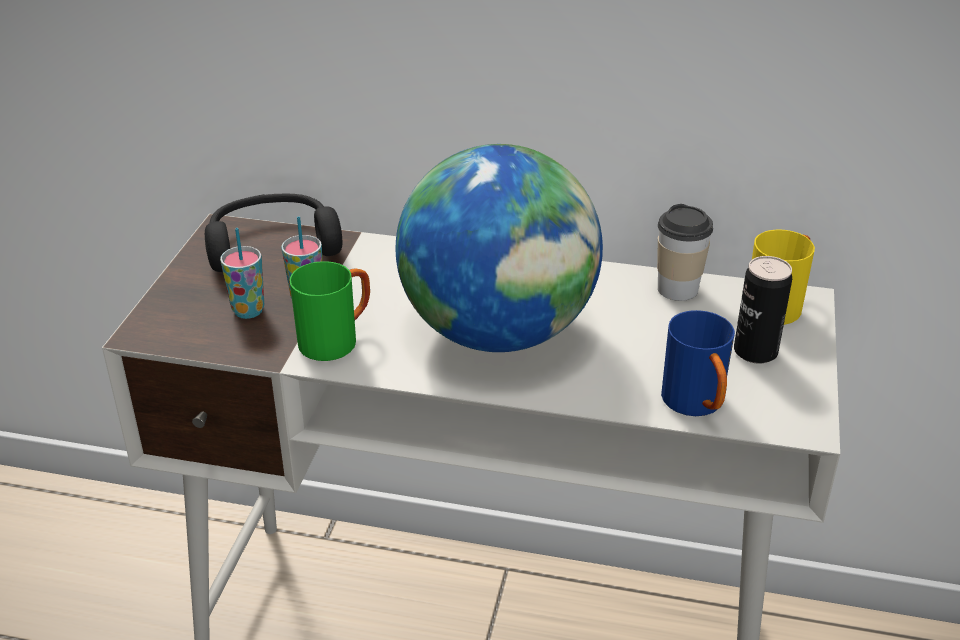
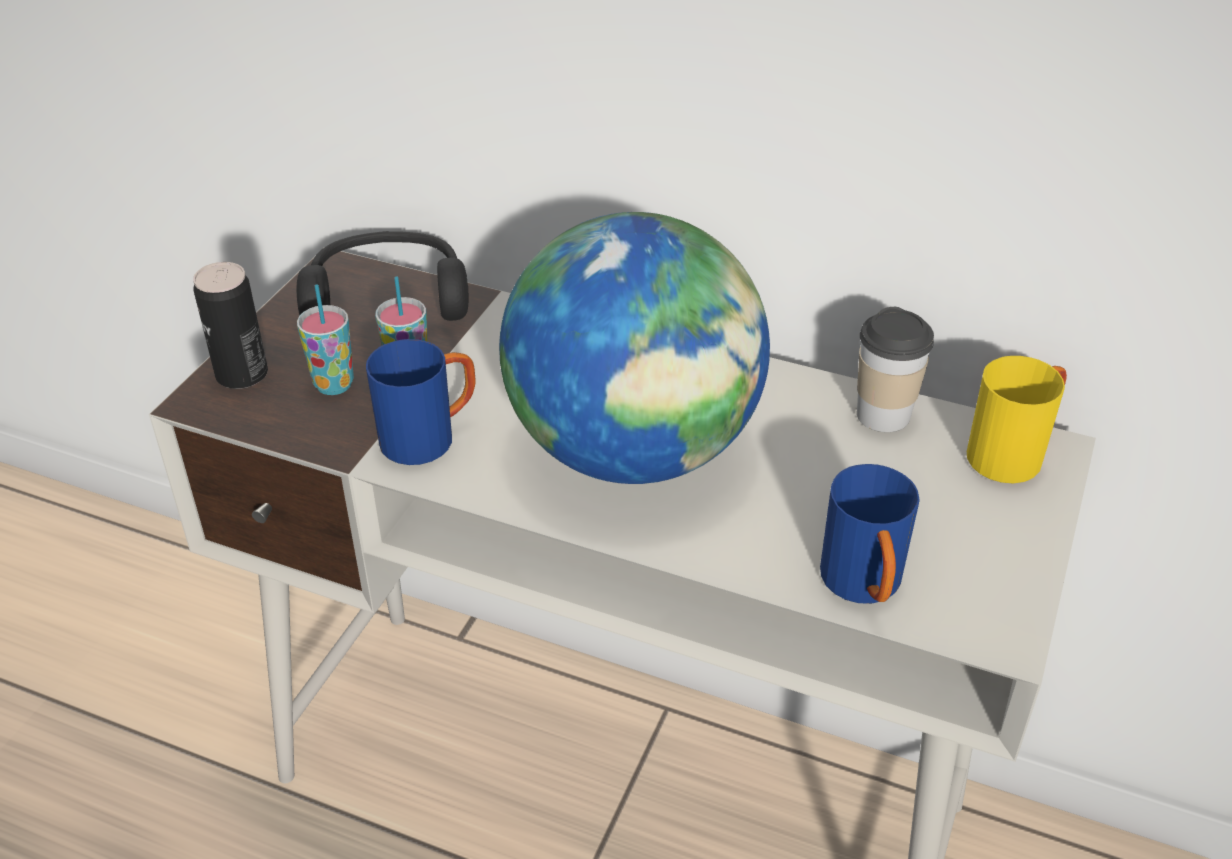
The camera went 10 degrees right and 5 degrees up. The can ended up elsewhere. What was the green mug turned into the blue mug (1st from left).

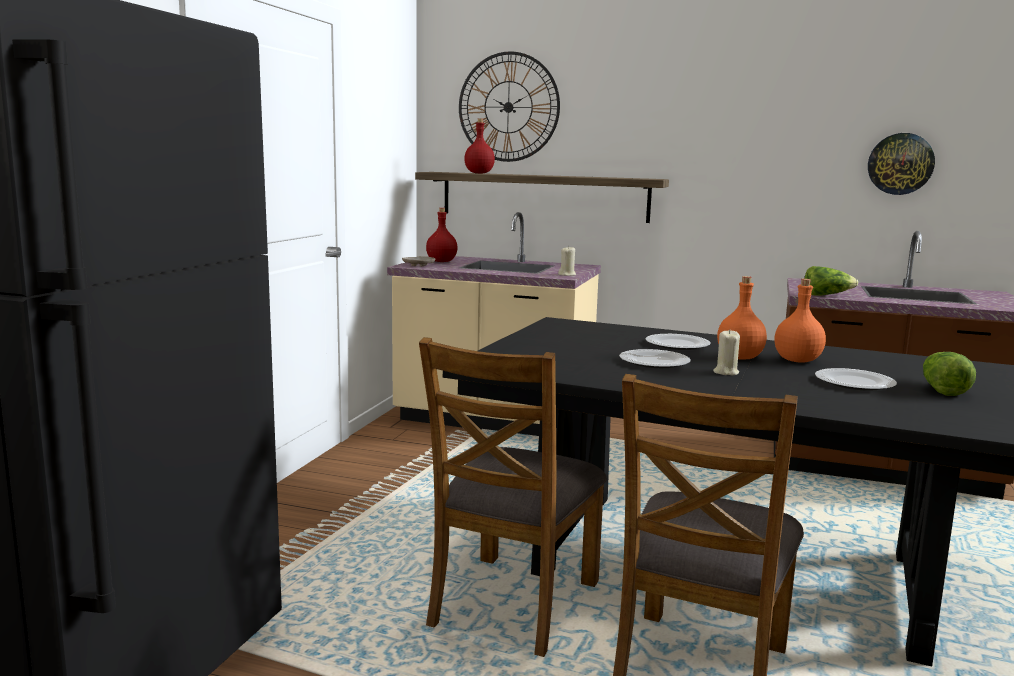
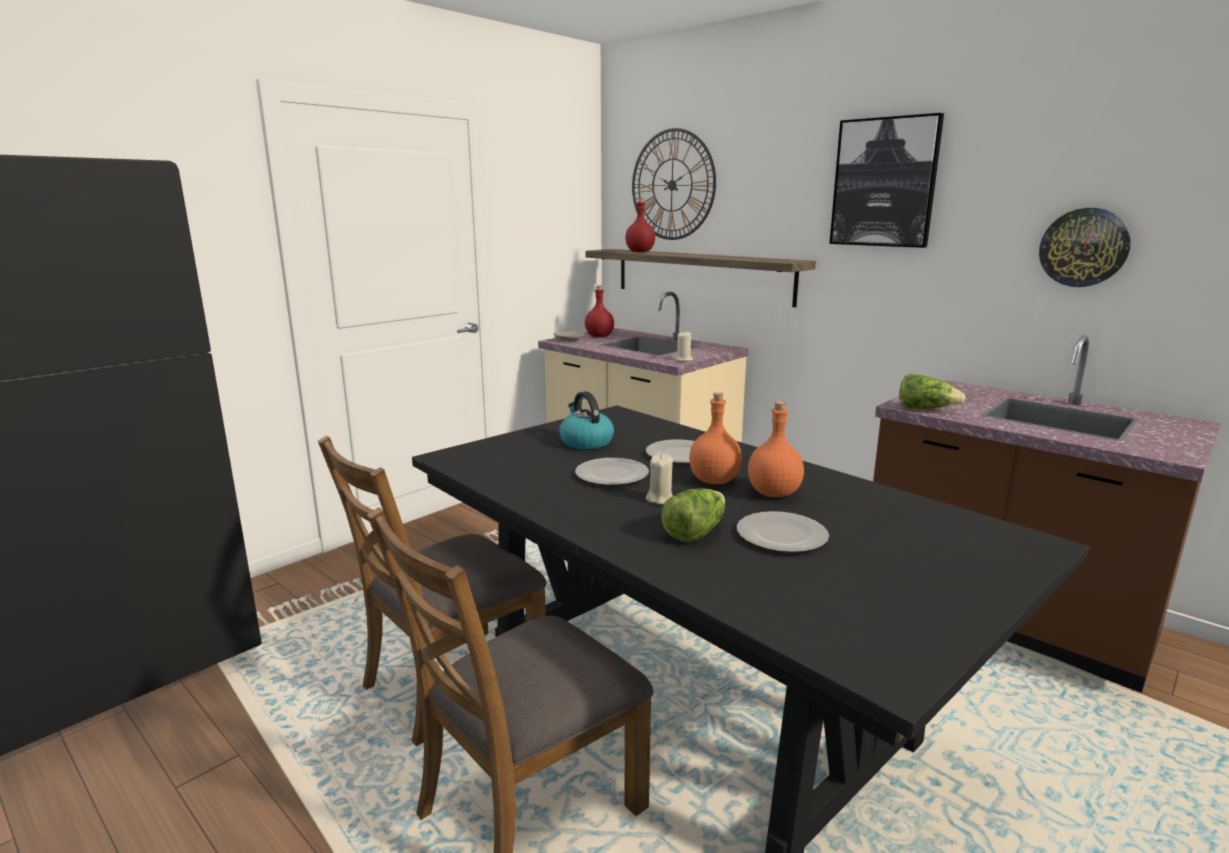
The camera went 25 degrees right and 5 degrees up. The lettuce (2nd from left in the first image) ended up elsewhere. The second view gained the picture. The second view gained the kettle.

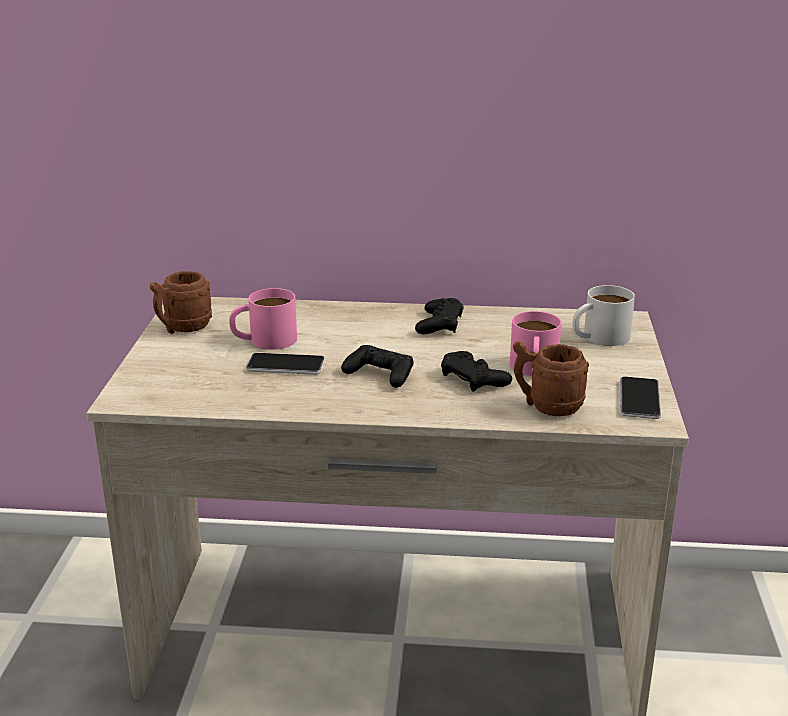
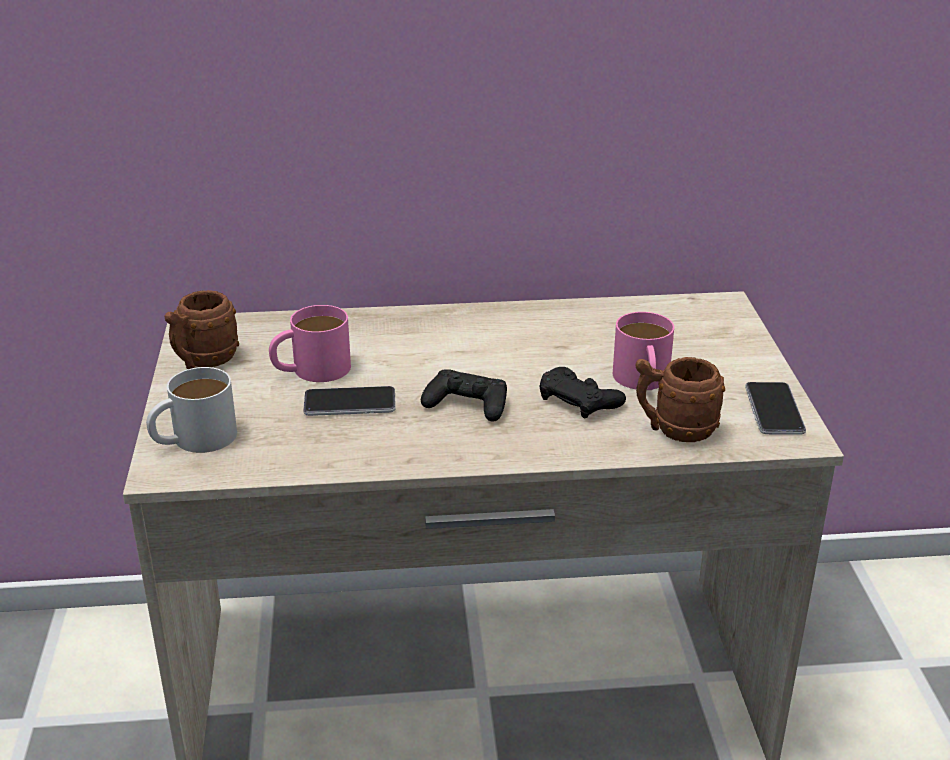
The camera went 10 degrees left and 5 degrees up. The white mug ended up elsewhere. The second view lost the black game controller (2nd from left).

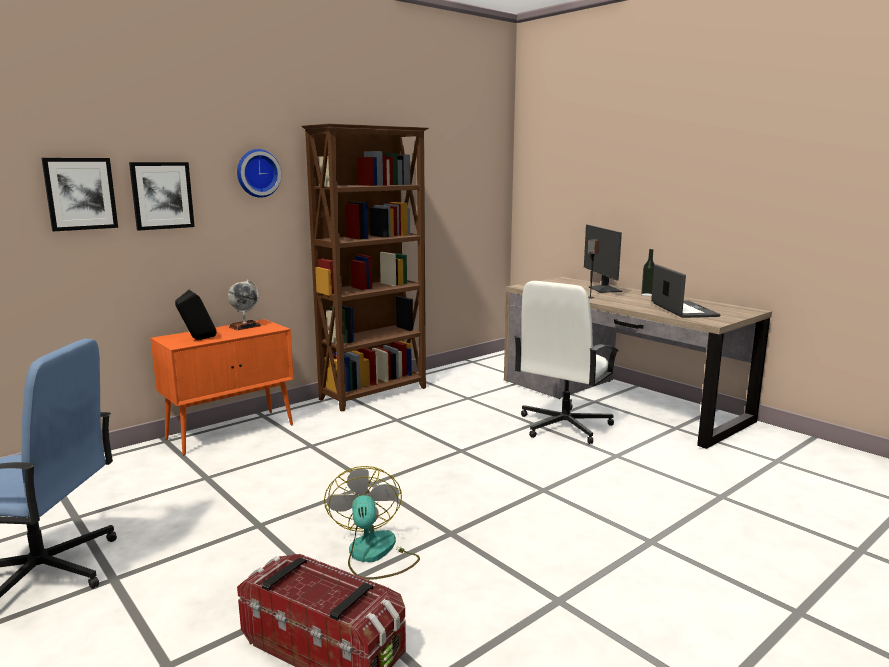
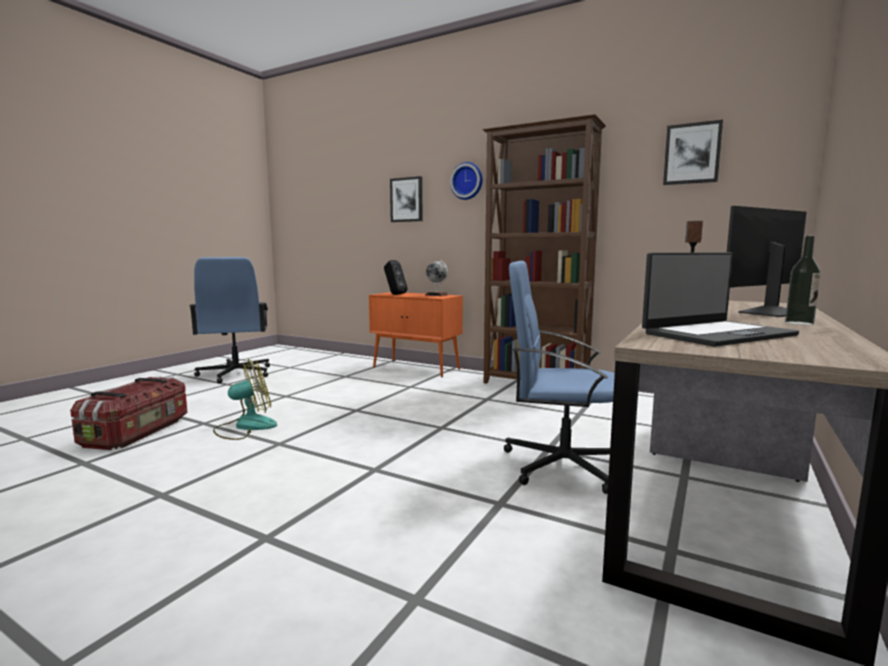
The camera went 70 degrees right and 5 degrees down. The picture (1st from left in the first image) ended up elsewhere. What was the white office chair turned into the blue office chair (2nd from left).

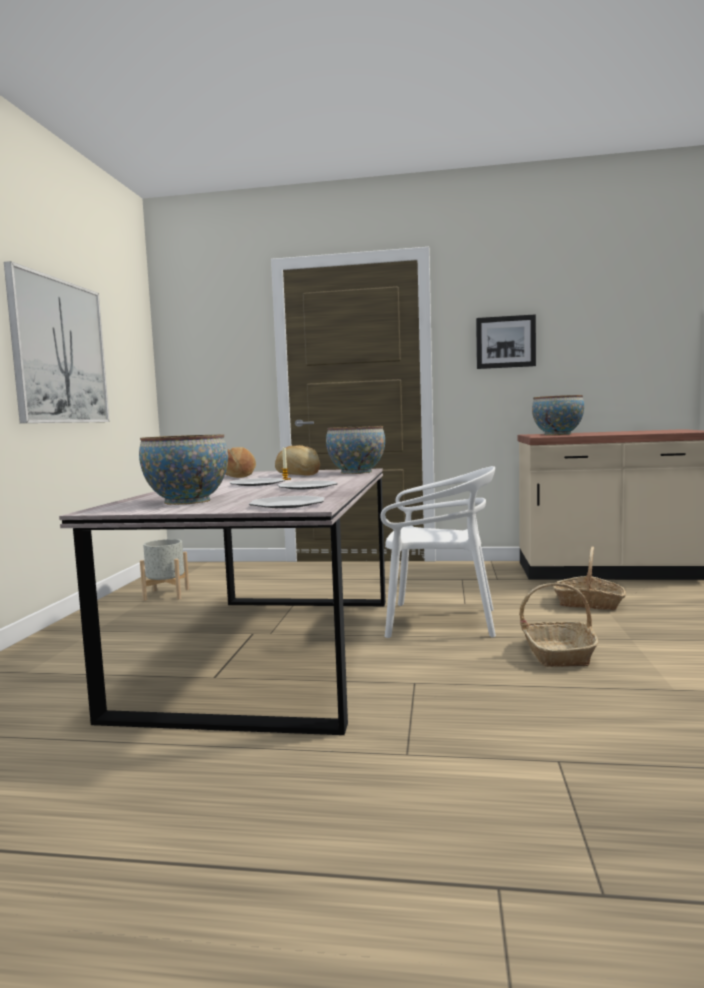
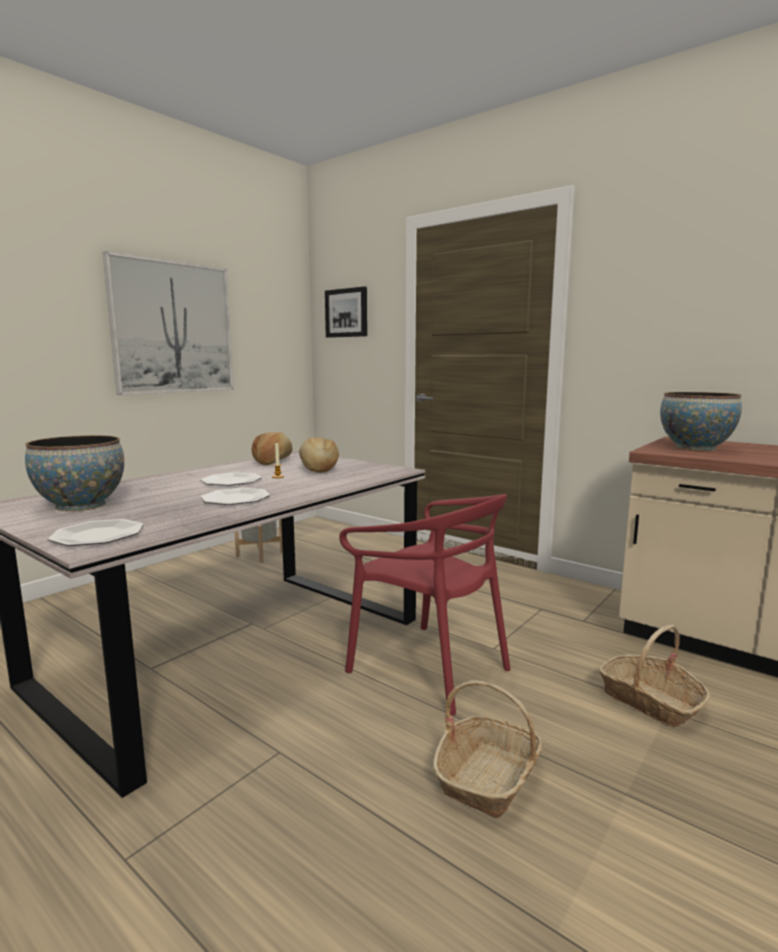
The camera went 30 degrees right and 5 degrees up. The picture (2nd from left) ended up elsewhere. The second view lost the bowl (2nd from left). What was the white chair turned into the red chair.

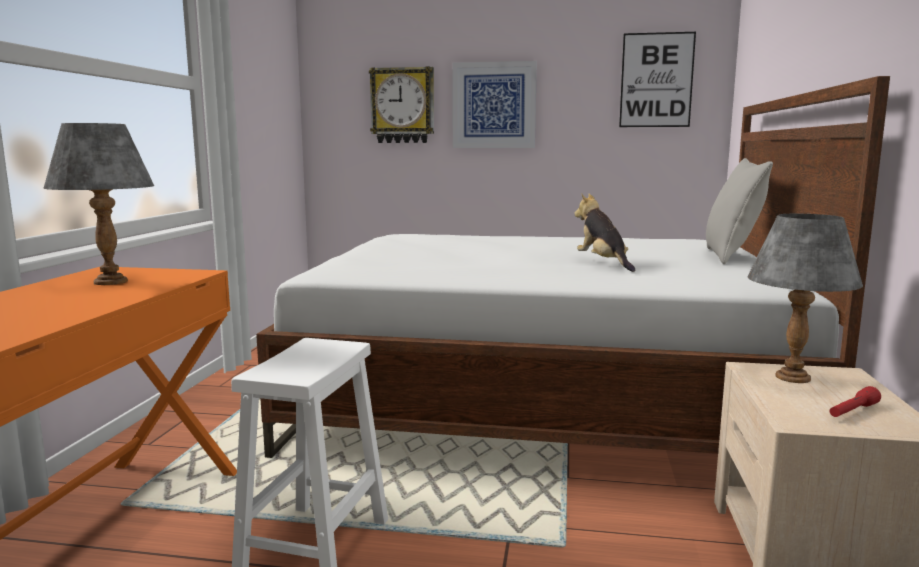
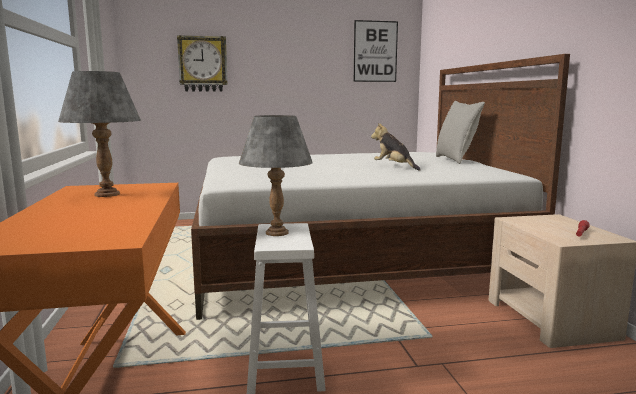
The camera went 20 degrees left and 0 degrees up. The second view lost the picture (1st from left). The grey table lamp (2nd from left) ended up elsewhere.

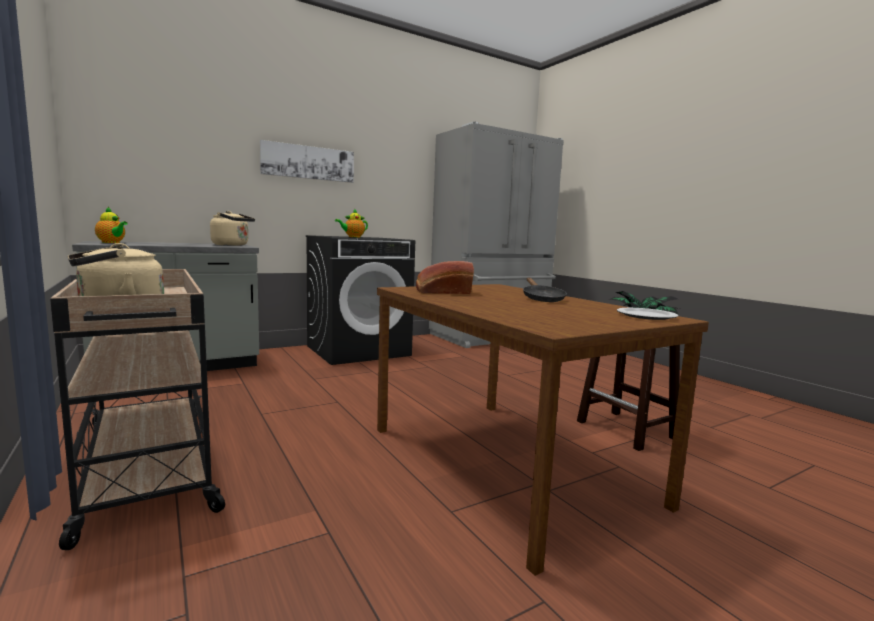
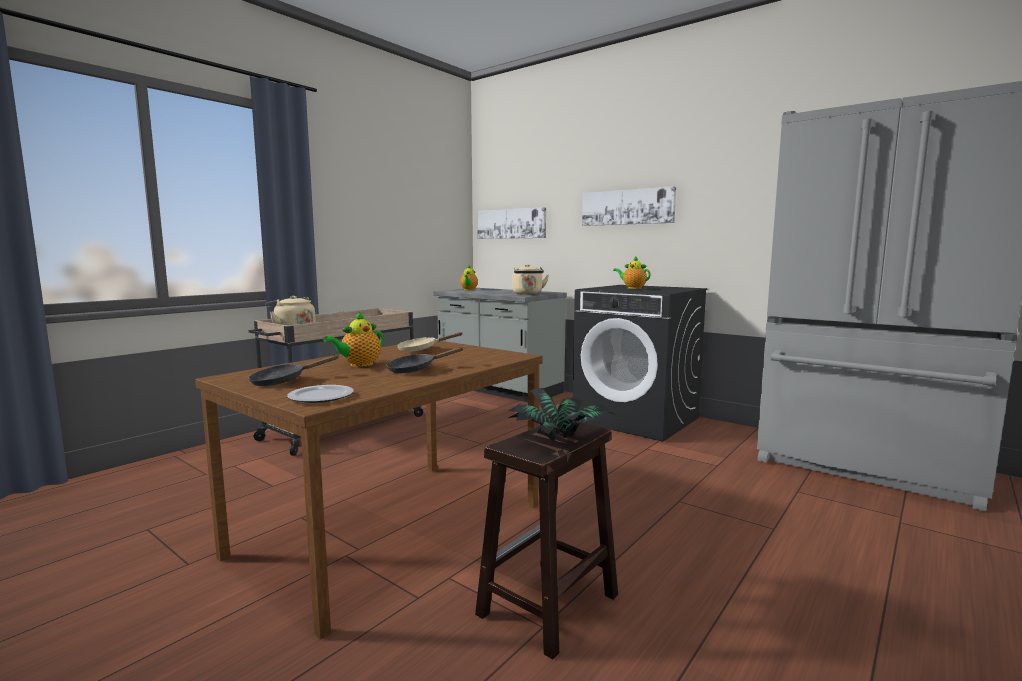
The camera went 70 degrees right and 0 degrees up. Where the bread stood, the beige frying pan came to stand. The second view gained the picture (1st from left). The second view gained the teapot (1st from left). The second view gained the black frying pan (1st from left).

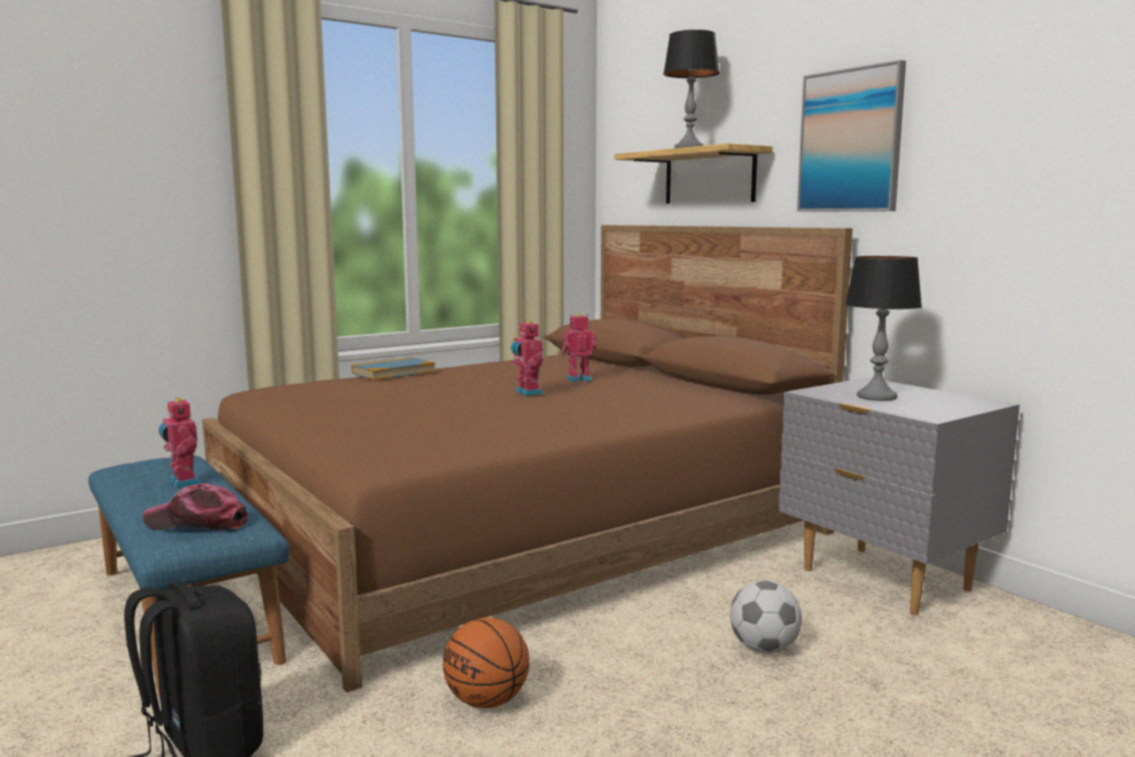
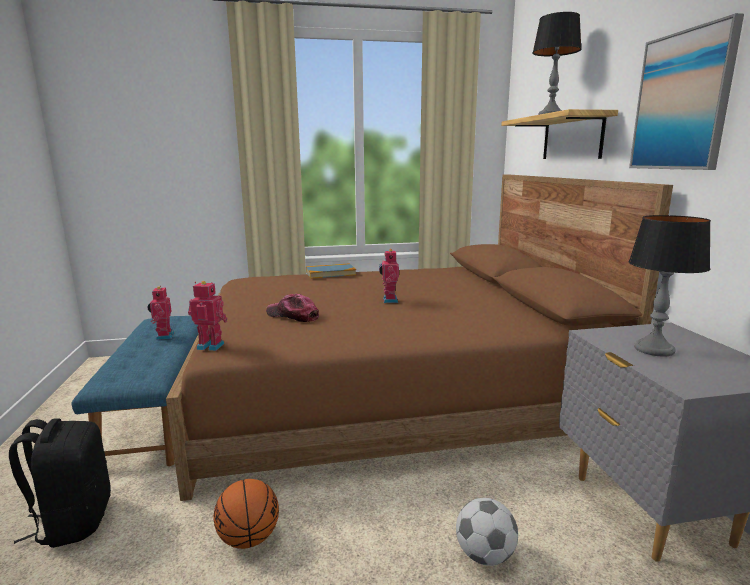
The camera went 25 degrees right and 5 degrees up. The toy robot (3rd from left in the first image) ended up elsewhere. The cap ended up elsewhere.

